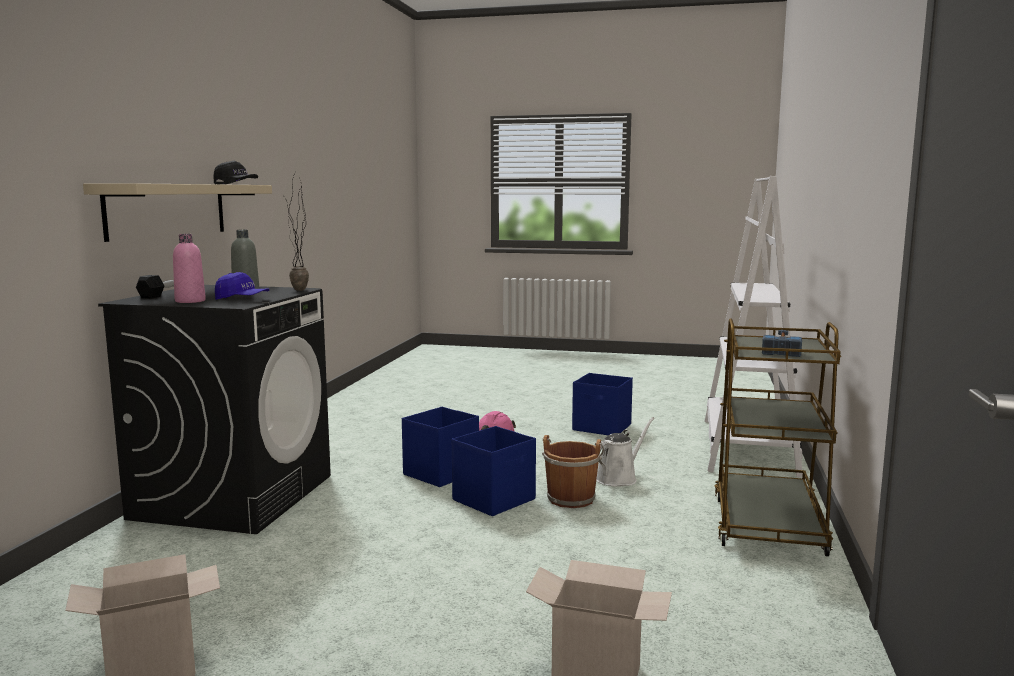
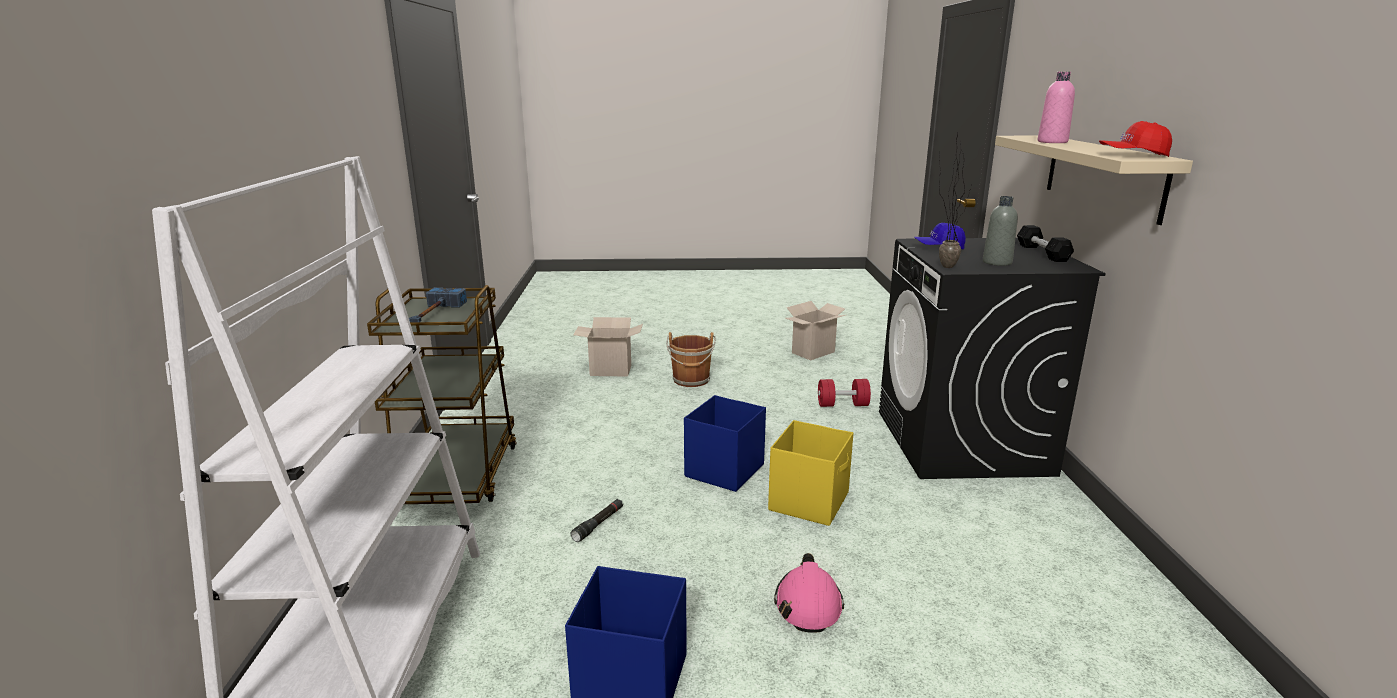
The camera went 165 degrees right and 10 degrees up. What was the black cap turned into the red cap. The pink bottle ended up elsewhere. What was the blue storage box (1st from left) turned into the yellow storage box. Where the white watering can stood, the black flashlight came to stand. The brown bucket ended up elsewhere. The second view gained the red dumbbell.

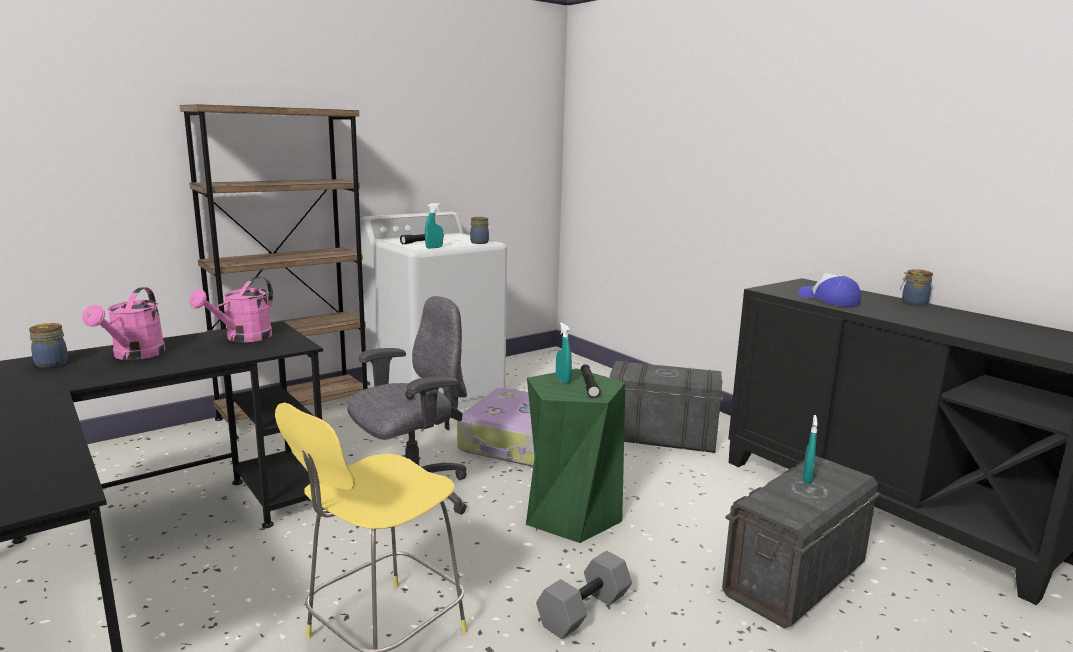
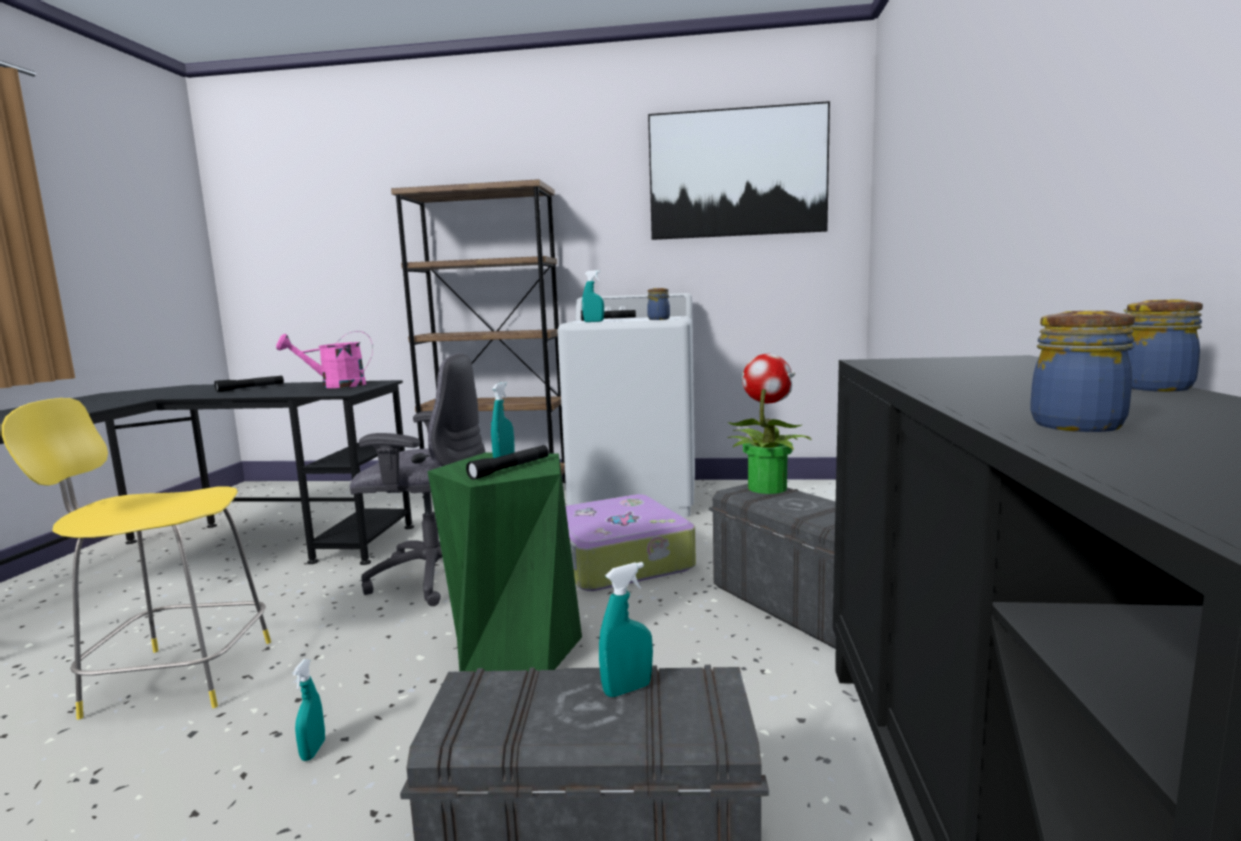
The camera went 45 degrees right and 5 degrees down. The second view lost the cap. Where the pink watering can (1st from left) stood, the black flashlight (1st from left) came to stand. The jar (1st from left in the first image) ended up elsewhere. Where the grey dumbbell stood, the turquoise spray bottle (1st from left) came to stand. The second view gained the picture. The second view gained the potted plant.

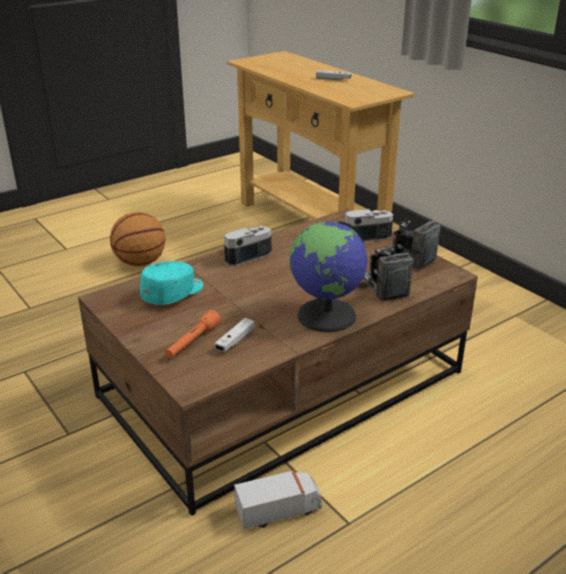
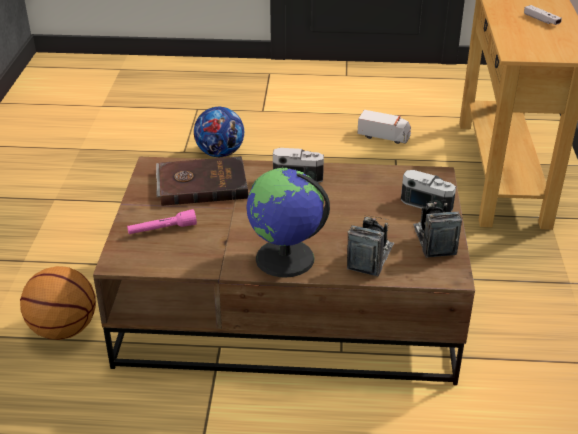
The camera went 40 degrees right and 5 degrees up. The basketball ended up elsewhere. Where the turquoise cap stood, the brown book came to stand. What was the orange flashlight turned into the pink flashlight. The second view lost the white game controller (1st from left). The toy truck ended up elsewhere. The second view gained the football.

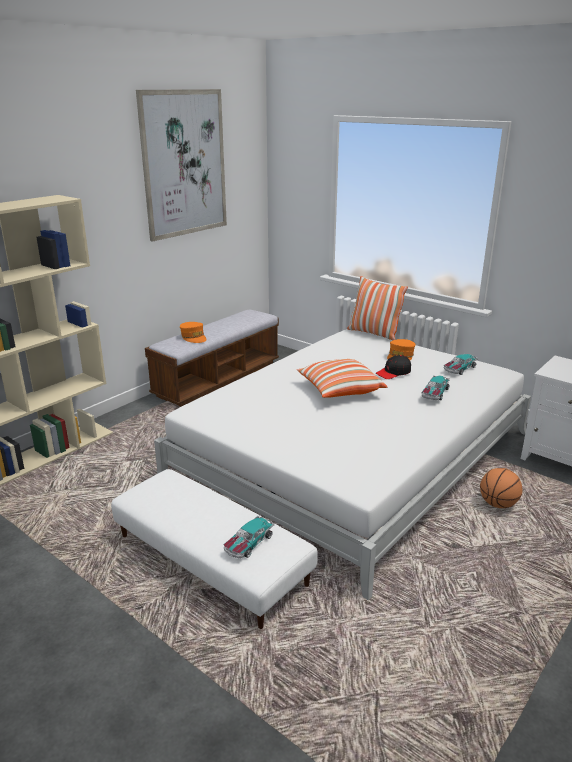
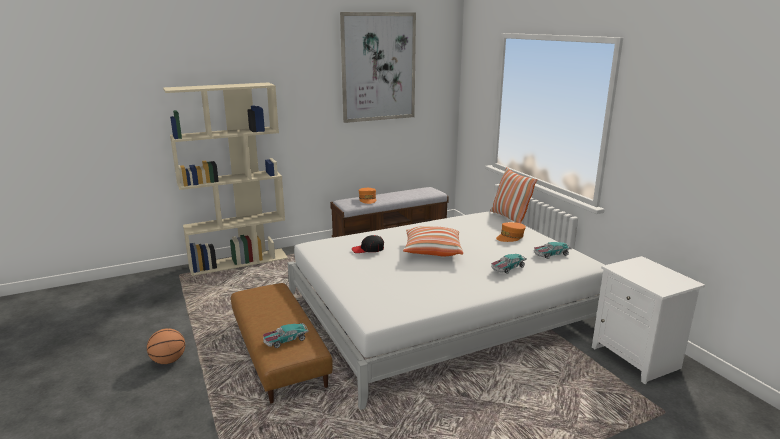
The camera went 25 degrees right and 5 degrees down. The black cap ended up elsewhere. The basketball ended up elsewhere. What was the white ottoman turned into the brown ottoman.

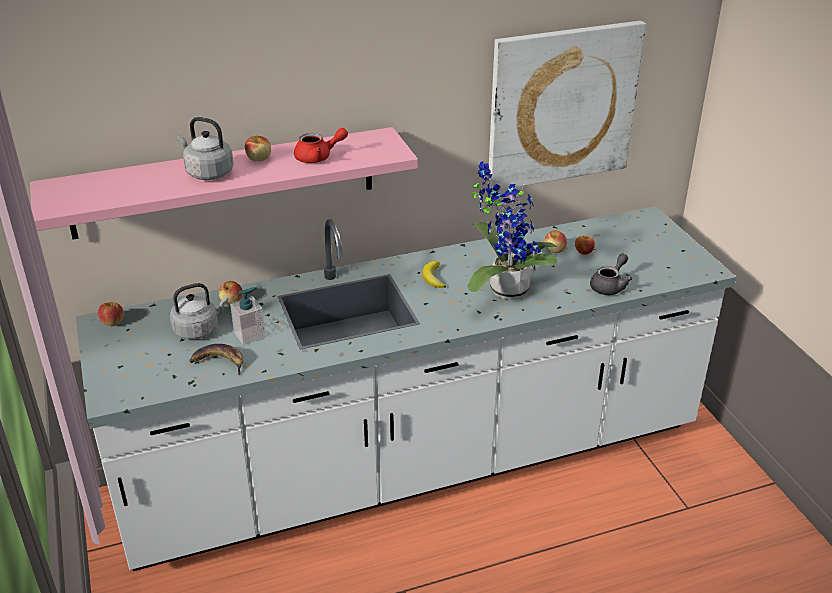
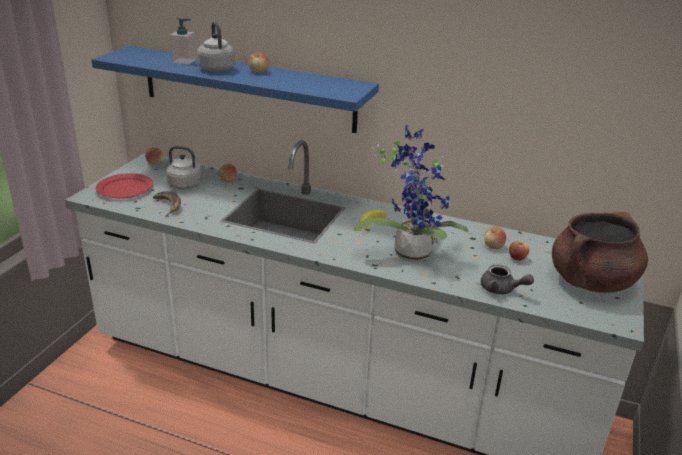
The camera went 40 degrees right and 5 degrees down. The second view lost the picture. What was the pink shelf turned into the blue shelf. The second view lost the red teapot. The grey teapot ended up facing another way, 45 degrees clockwise from before. The soap dispenser ended up elsewhere. The second view gained the red plate. The second view gained the brown cooking pot.

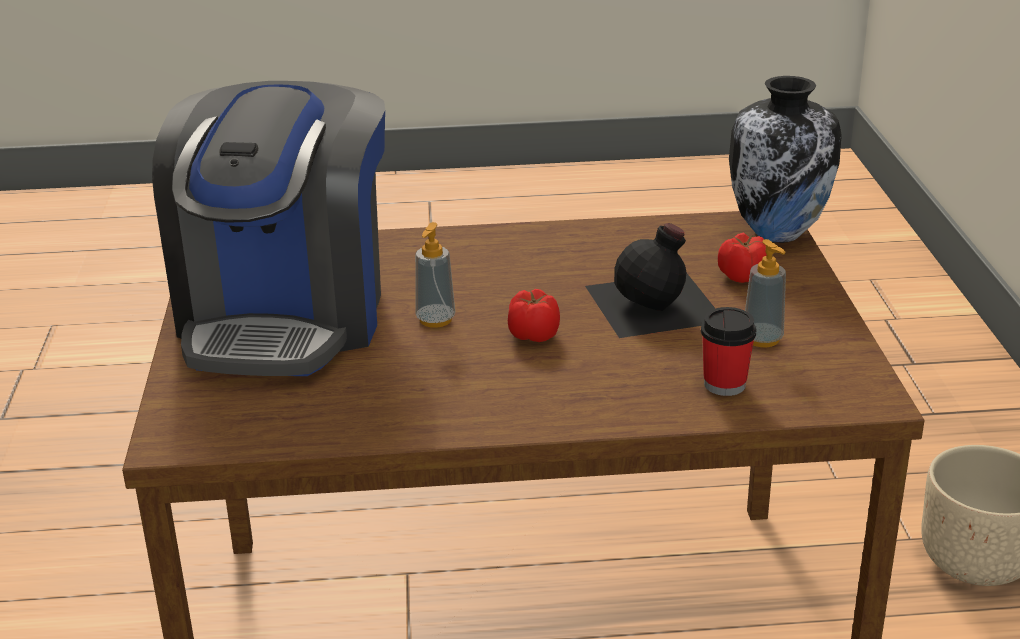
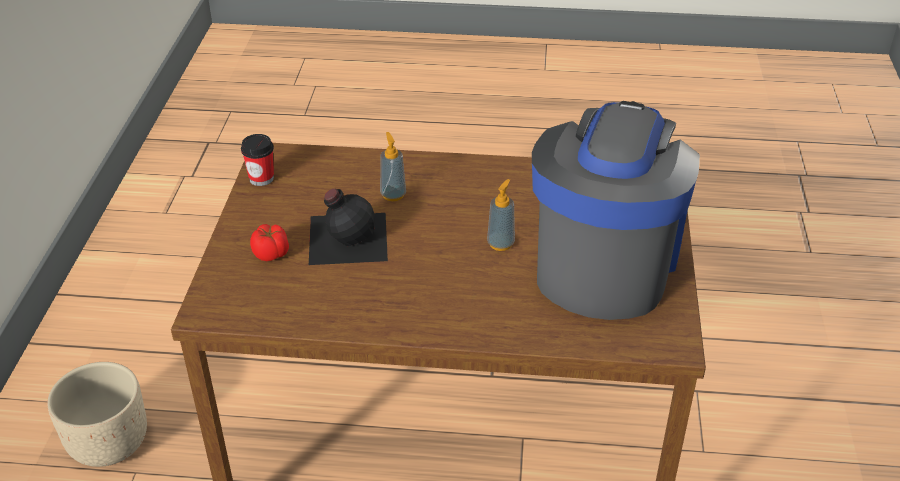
The camera went 170 degrees left and 10 degrees up. The second view lost the vase. The soap dispenser (2nd from left in the first image) ended up elsewhere. The second view lost the tomato (1st from left). The cup ended up elsewhere.

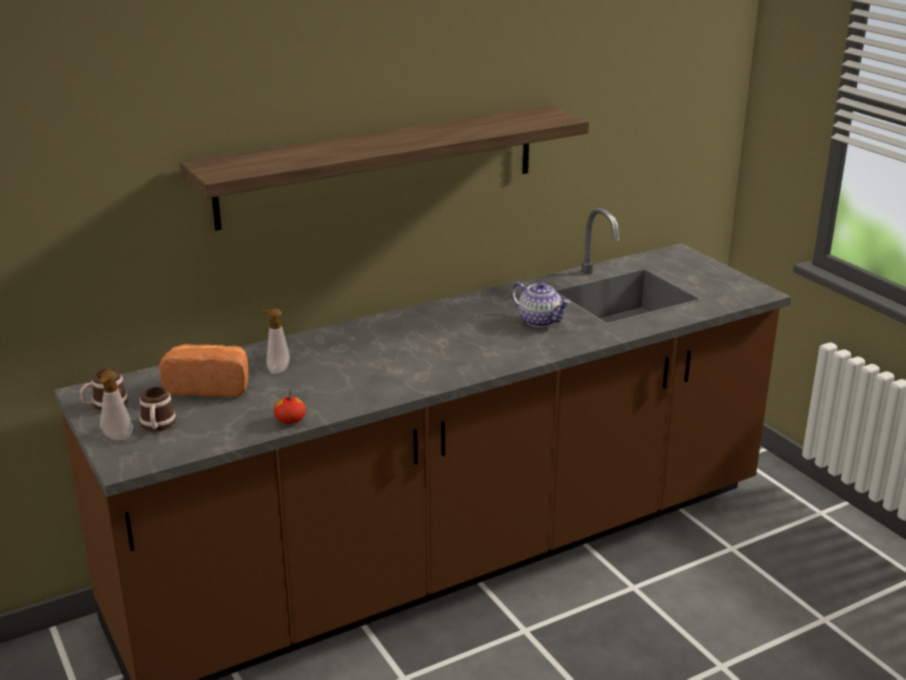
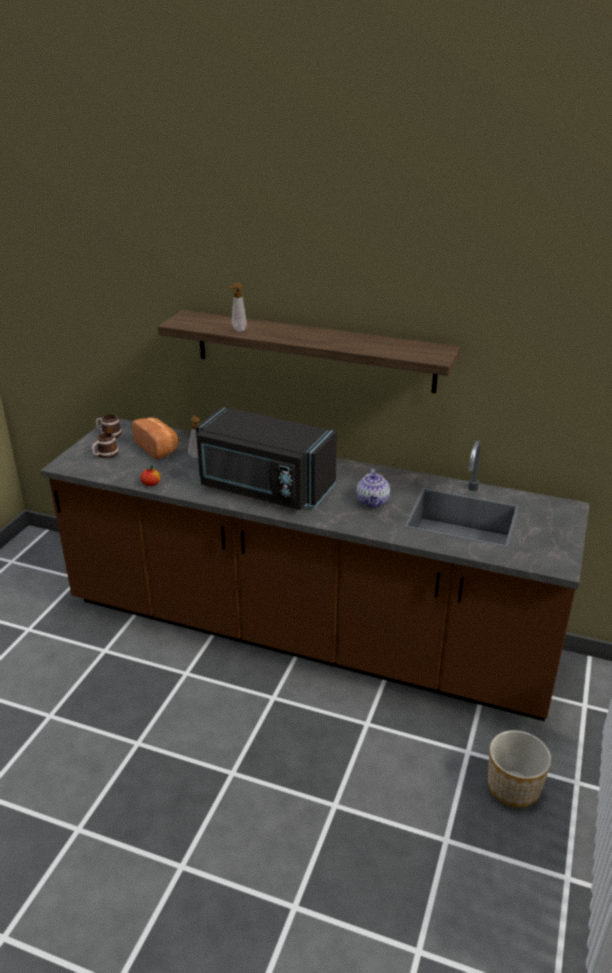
The camera went 50 degrees right and 5 degrees up. The soap dispenser (1st from left in the first image) ended up elsewhere. The second view gained the black microwave. The second view gained the planter.

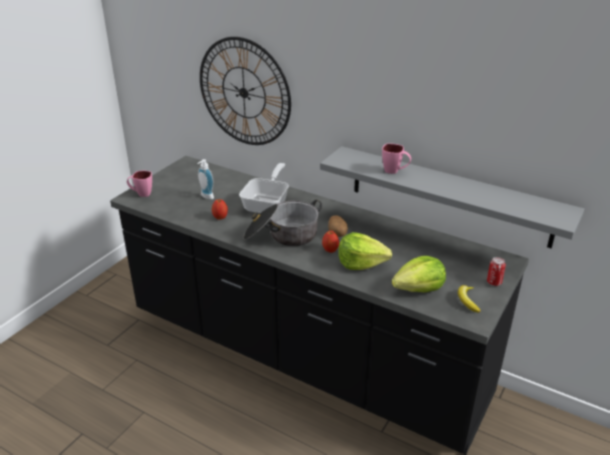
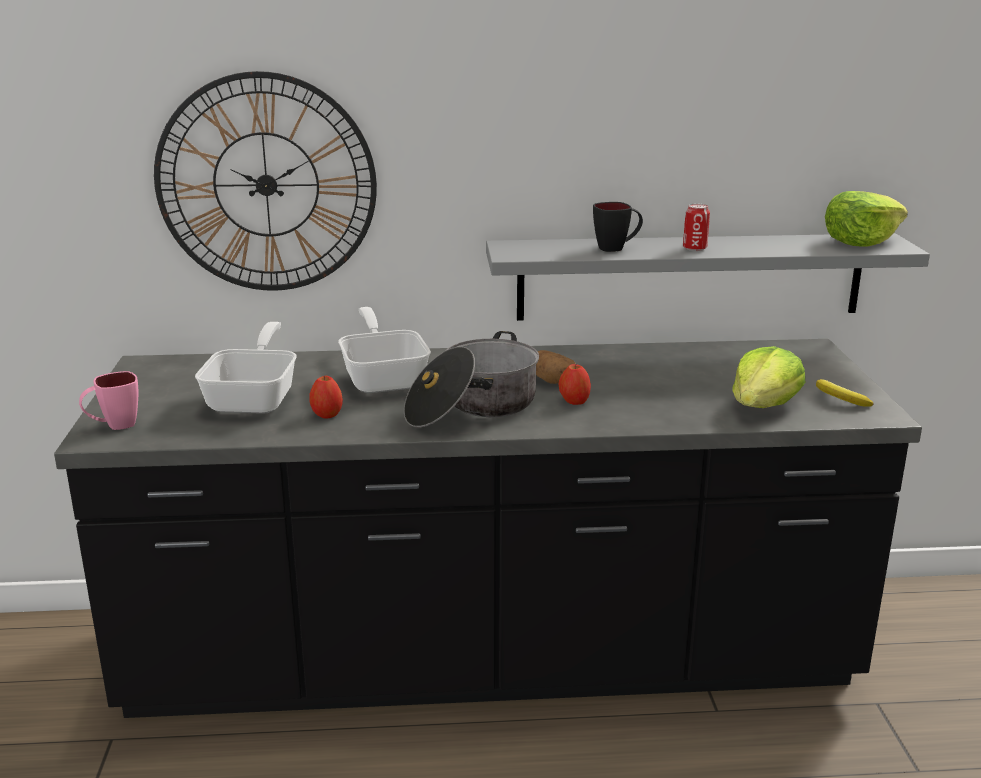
The camera went 35 degrees left and 10 degrees down. What was the pink mug (2nd from left) turned into the black mug. Where the soap dispenser stood, the frying pan (1st from left) came to stand. The lettuce (1st from left in the first image) ended up elsewhere. The can ended up elsewhere.

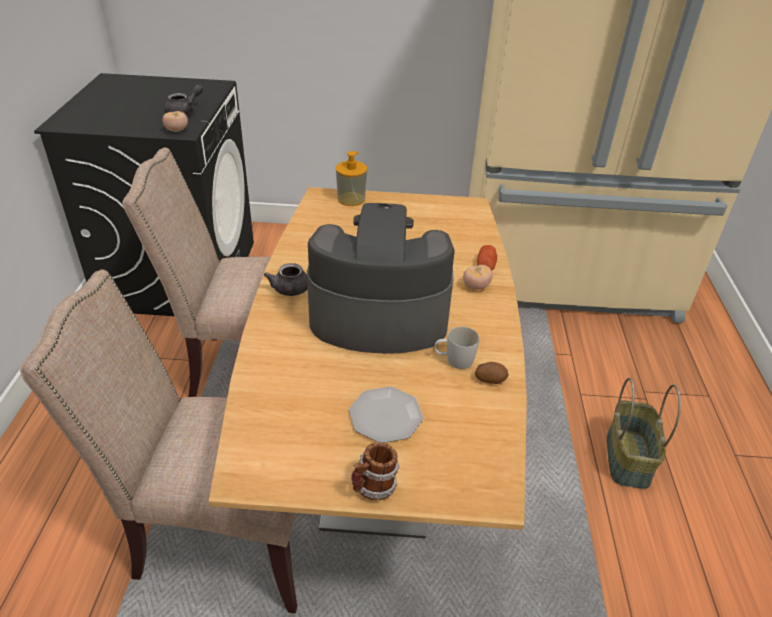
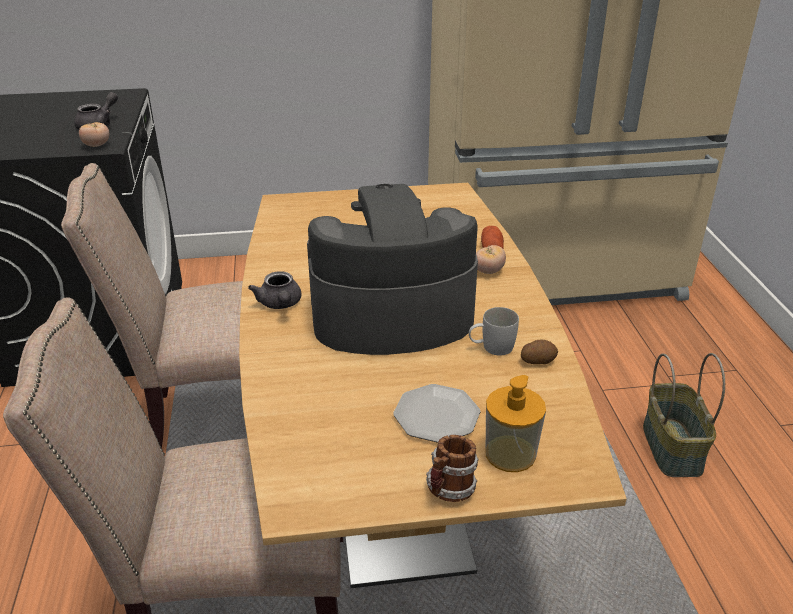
The camera went 10 degrees left and 5 degrees down. The soap dispenser ended up elsewhere.

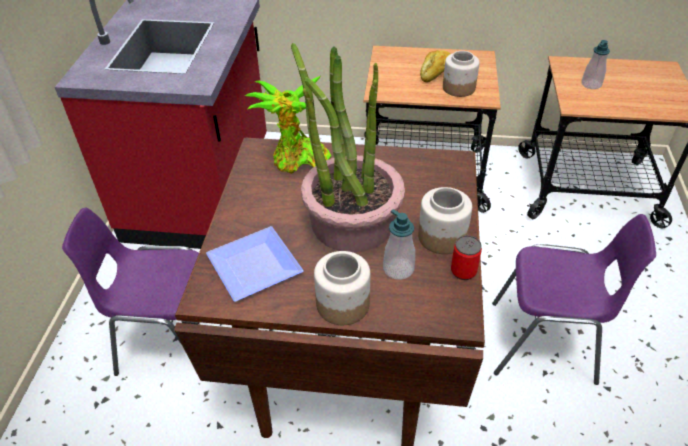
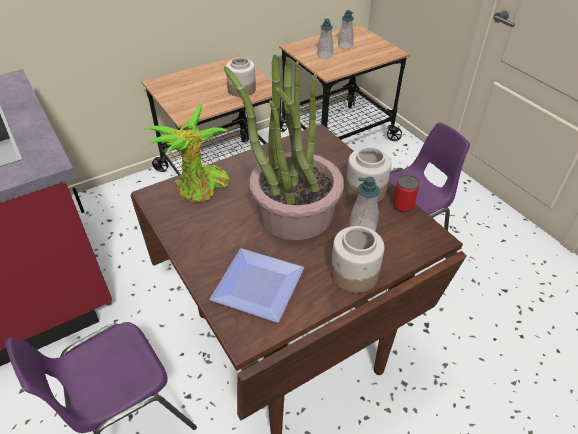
The camera went 40 degrees left and 0 degrees up. The second view lost the bread. The second view gained the soap dispenser (2nd from left).

